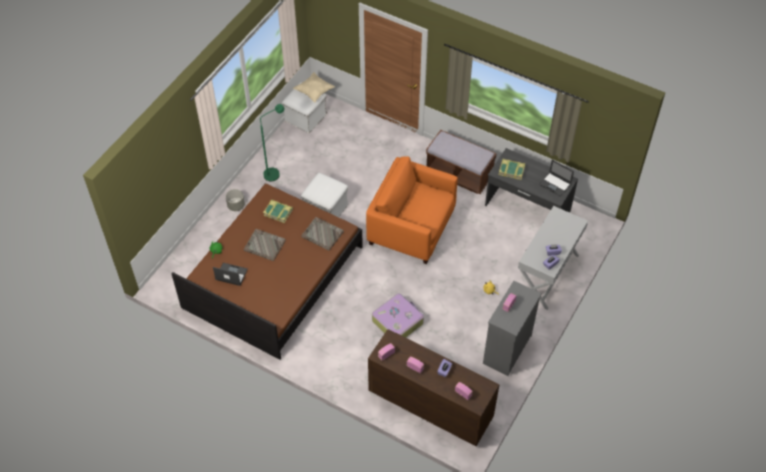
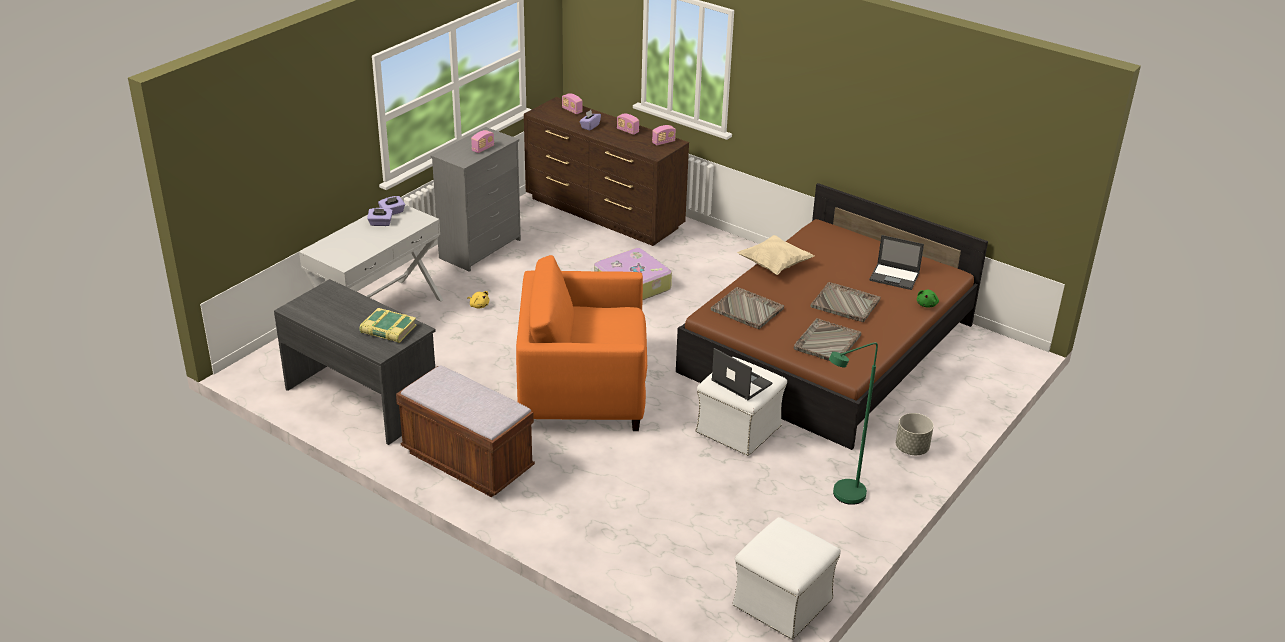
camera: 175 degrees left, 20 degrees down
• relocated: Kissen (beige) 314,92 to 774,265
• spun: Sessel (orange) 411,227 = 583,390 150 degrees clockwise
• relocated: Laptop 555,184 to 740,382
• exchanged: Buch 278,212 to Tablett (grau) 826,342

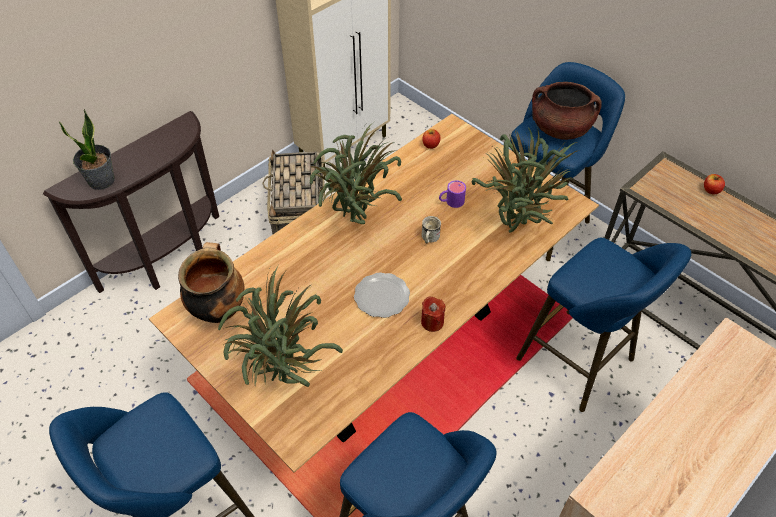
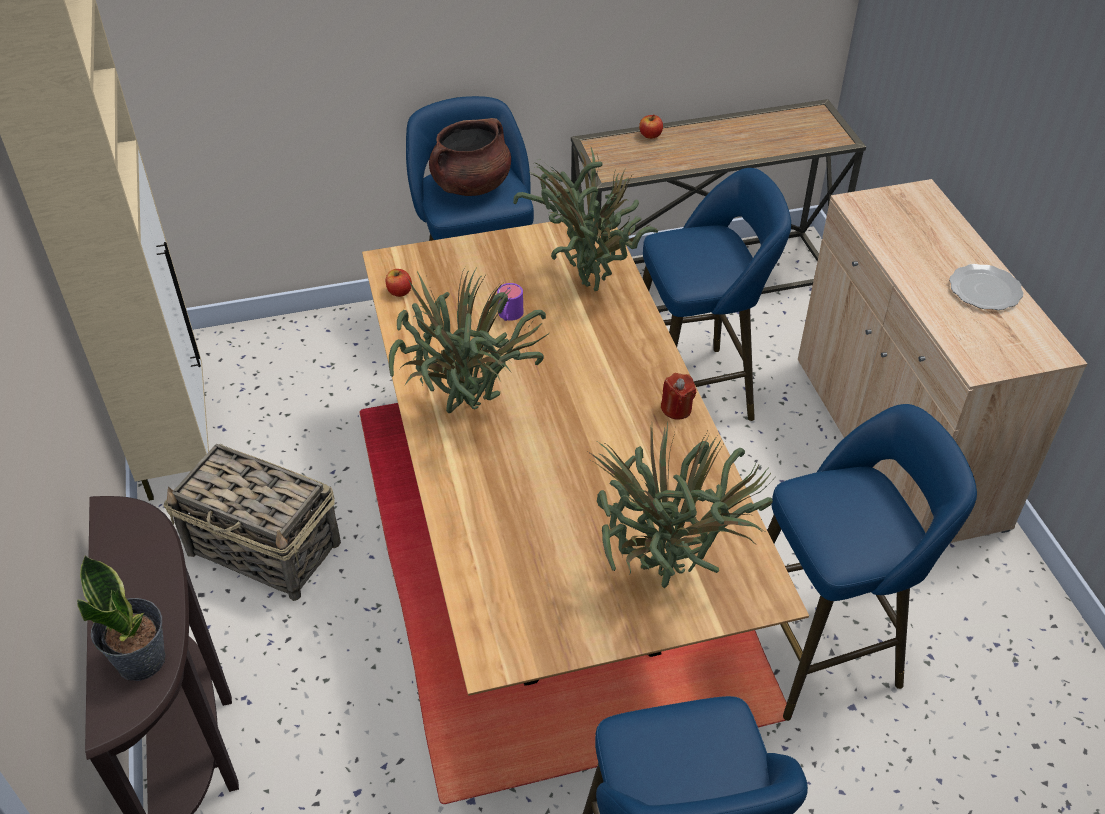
camera: 60 degrees left, 5 degrees down
• missing: Henkelbecher (weiß) 429,238
• missing: Kochtopf 218,308
• relocated: Teller 382,297 to 986,290

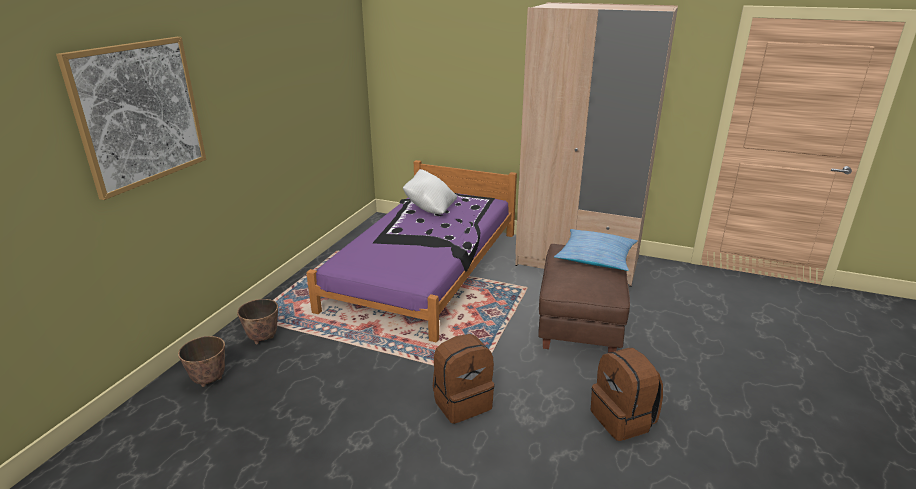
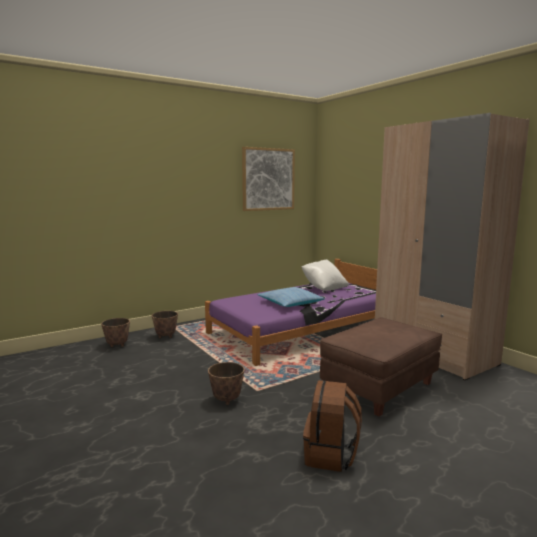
camera: 35 degrees right, 15 degrees down
• relocated: Bild 139,114 to 268,179
• relocated: Kissen 595,257 to 290,303
• exchanged: Rucksack (braun) 462,402 to Pflanzkübel 226,400

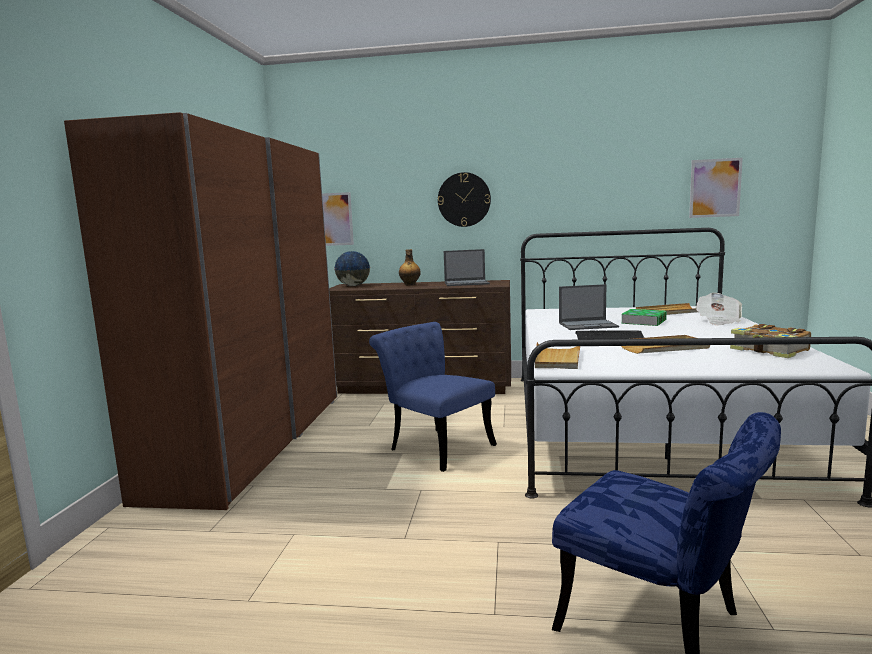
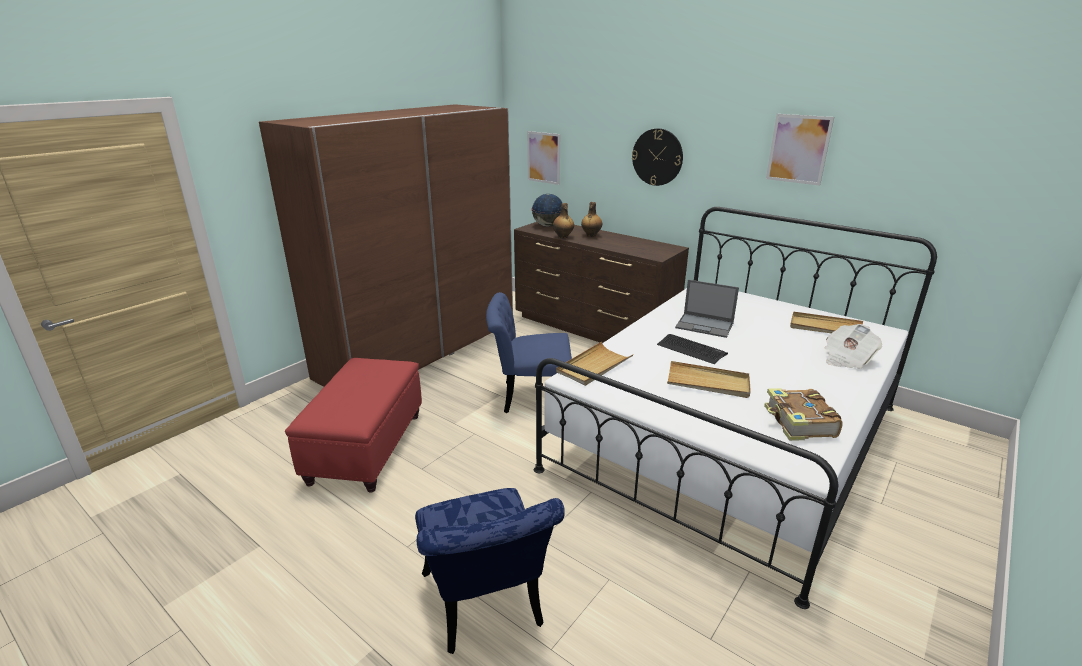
camera: 30 degrees right, 15 degrees up
• relocated: Bild 715,188 to 798,149
• missing: Laptop 467,283
• missing: Buch 643,321
• spun: Stuhl (blau) 435,446 = 529,397 75 degrees counterclockwise
• appeared: Flasche 563,237
• appeared: Polsterhocker (rot) 367,447

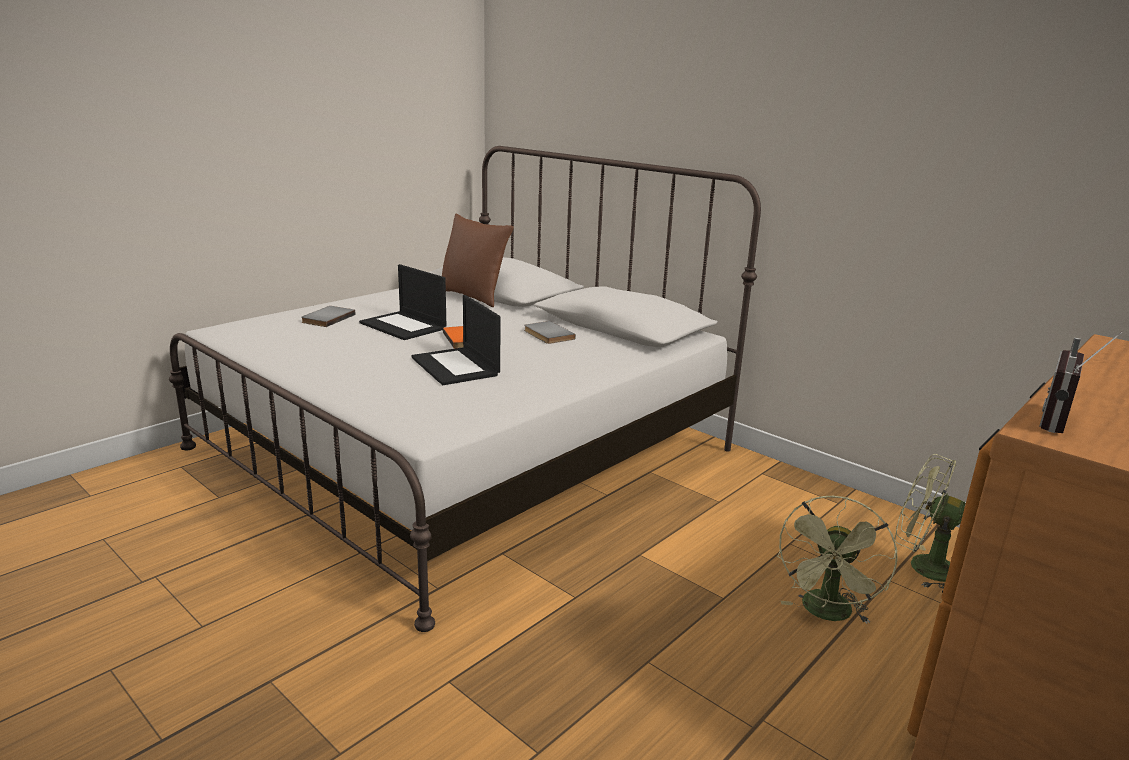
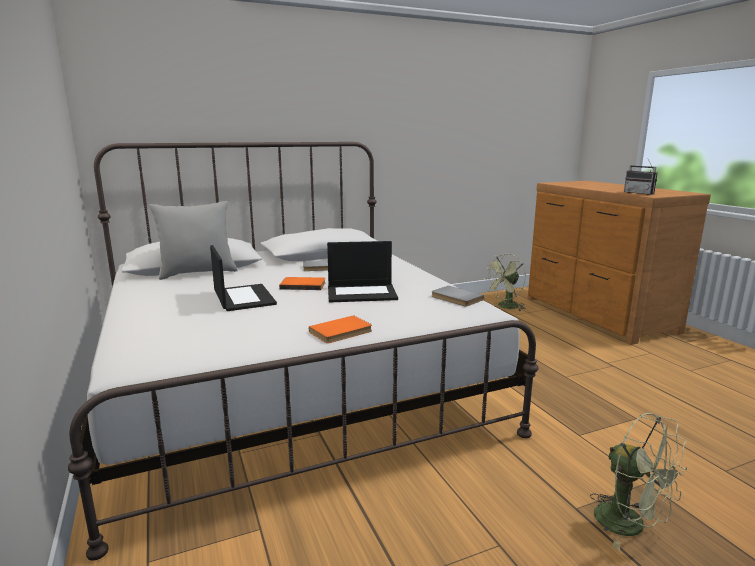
camera: 65 degrees left, 5 degrees down
• colour: Kissen (braun) 474,297 to Kissen (grau) 198,273
• spun: Laptop 404,326 = 243,297 90 degrees counterclockwise
• relocated: Buch (grau) 327,318 to 456,298
• relocated: Ventilator (grün) 826,614 to 630,525
• appeared: Buch (orange) 342,332

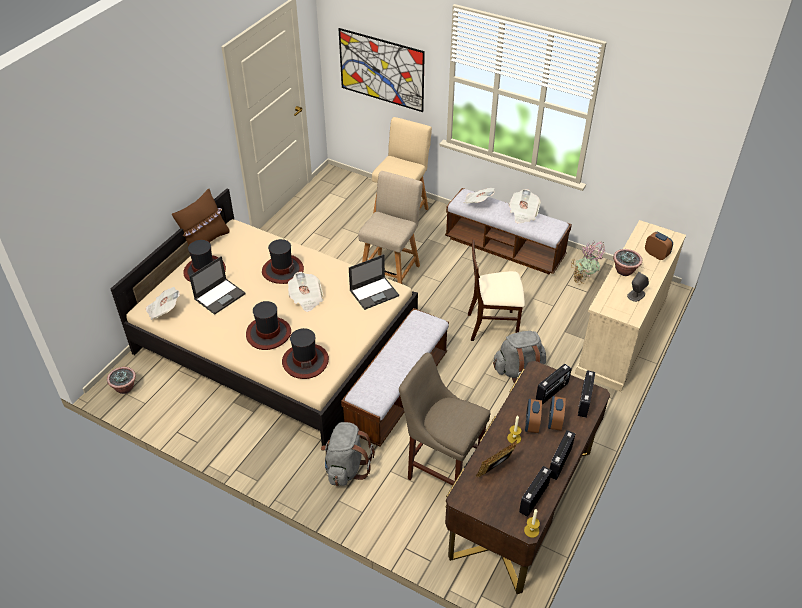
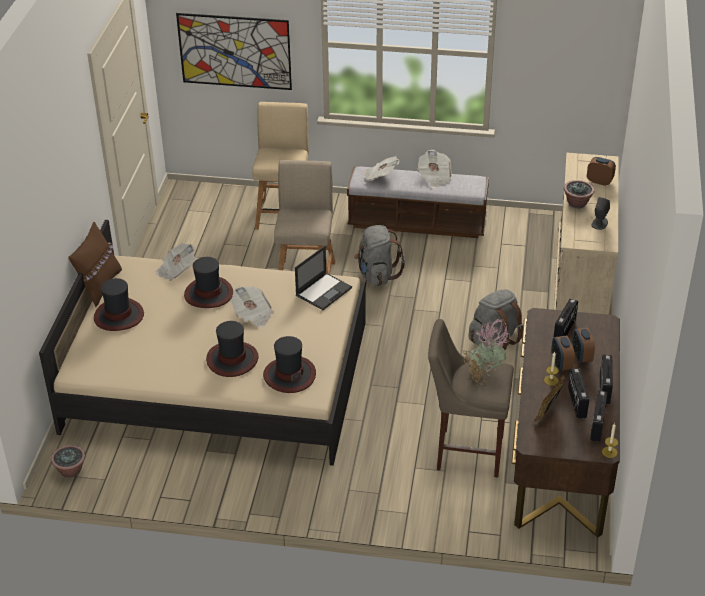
camera: 20 degrees left, 5 degrees down
• missing: Stuhl (beige) 493,326
• relocated: Topfpflanze 583,280 to 484,376
• missing: Laptop 220,296
• relocated: Zeitung 164,310 to 176,270
• missing: Bank 397,392
• relocated: Radio 584,401 to 576,403
• relocated: Rucksack (grau) 346,467 to 377,275

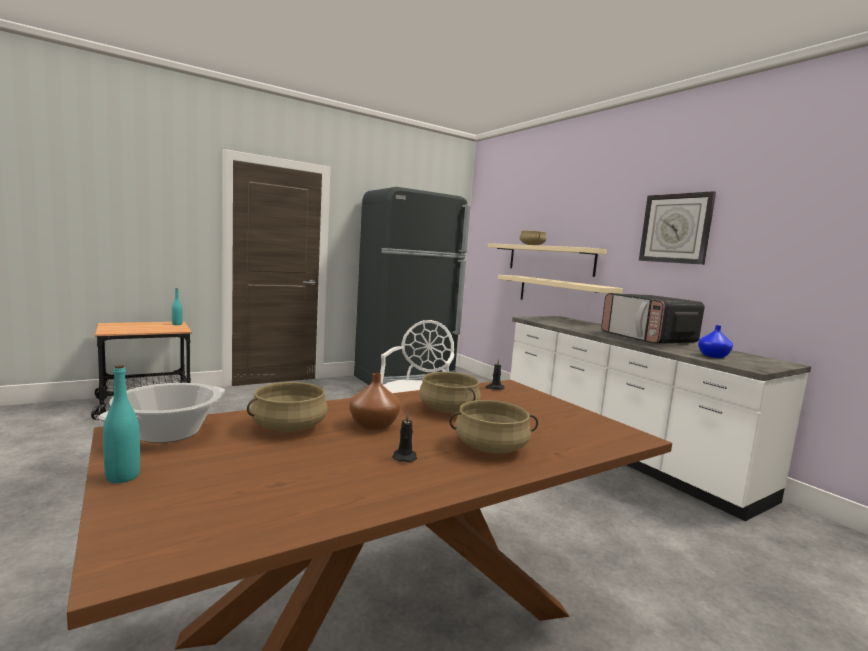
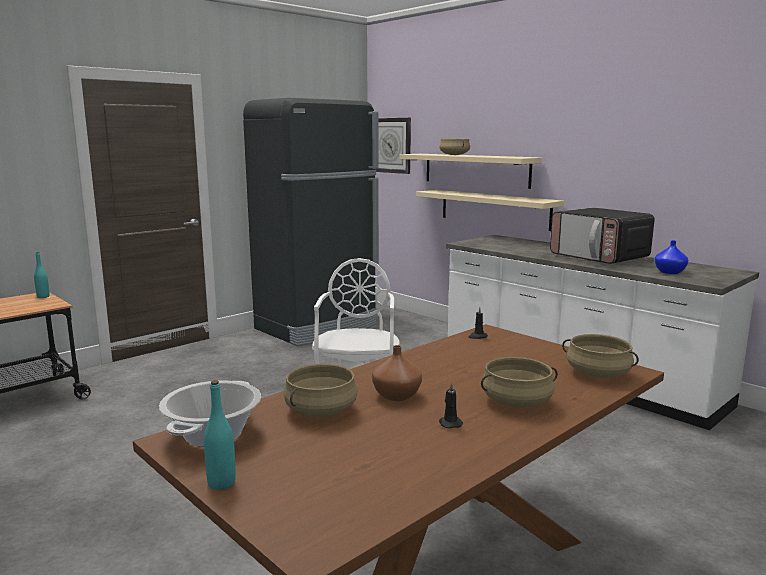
camera: 10 degrees left, 5 degrees up
• relocated: Wanduhr 675,228 to 391,145
• relocated: Kochtopf (beige) 448,409 to 597,374

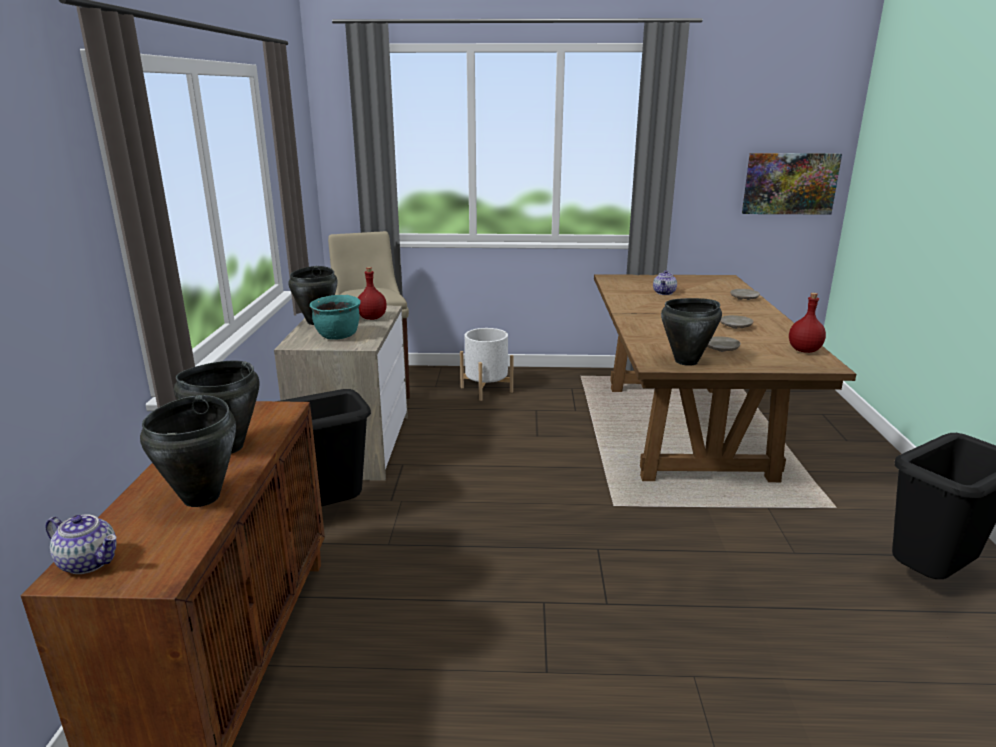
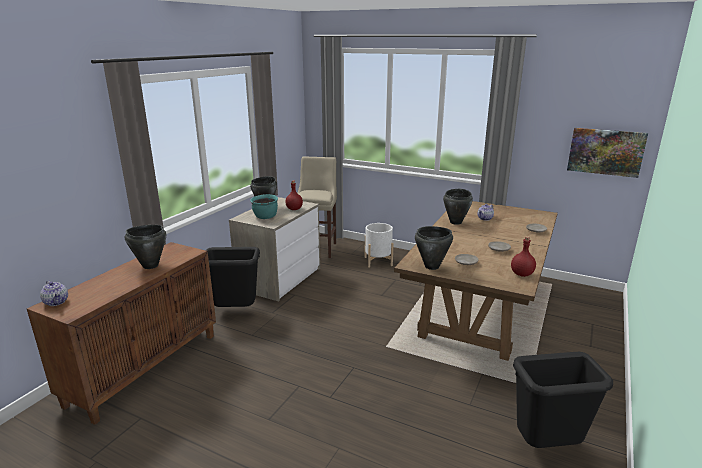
camera: 25 degrees right, 0 degrees up
• relocated: Kochtopf (schwarz) 202,497 to 456,222

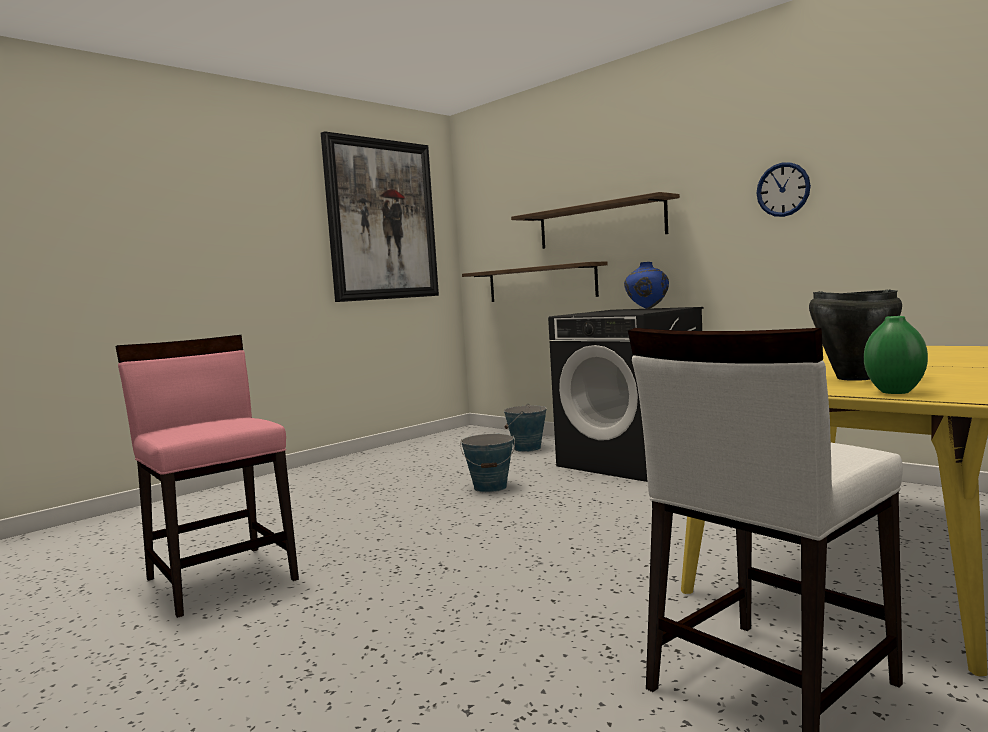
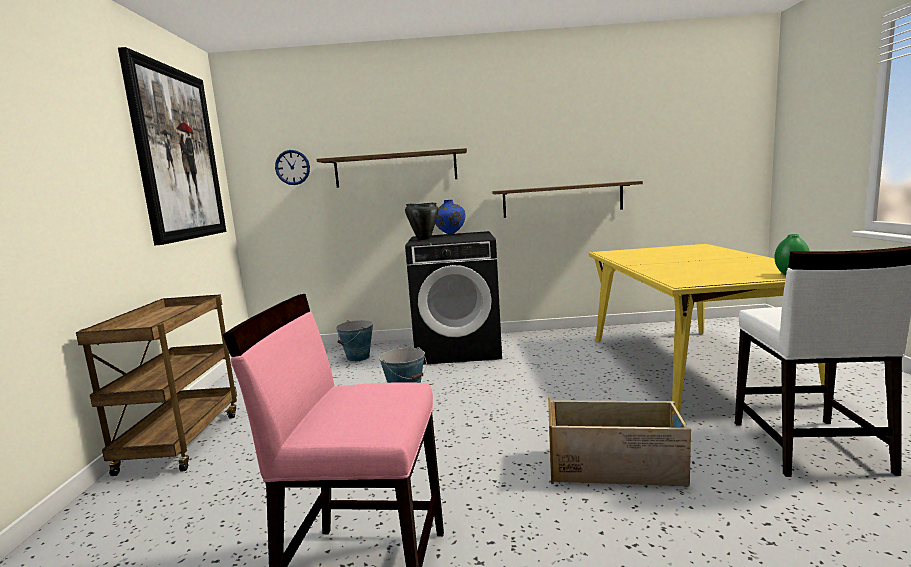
camera: 45 degrees left, 5 degrees up
• relocated: Wanduhr 783,189 to 292,167
• relocated: Wandregal 540,283 to 562,199
• relocated: Kochtopf (schwarz) 853,378 to 423,239
• appeared: Rollwagen (braun) 181,441
• appeared: Kiste 615,467

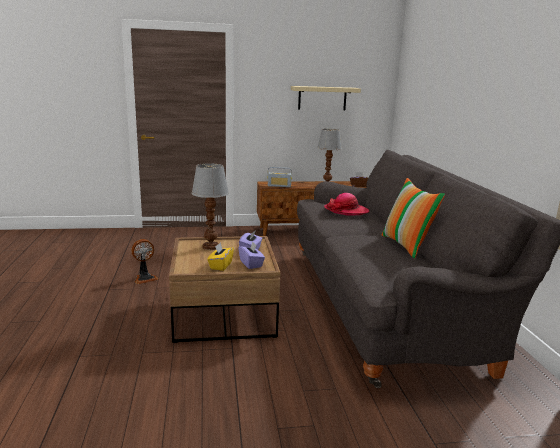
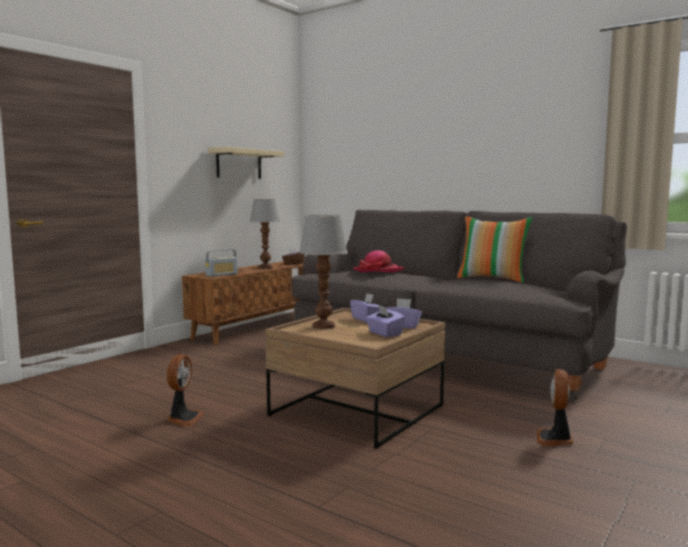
camera: 45 degrees left, 10 degrees down
• colour: Taschentuchbox (gelb) 220,265 to Taschentuchbox (lila) 384,333
• appeared: Ventilator 555,439

